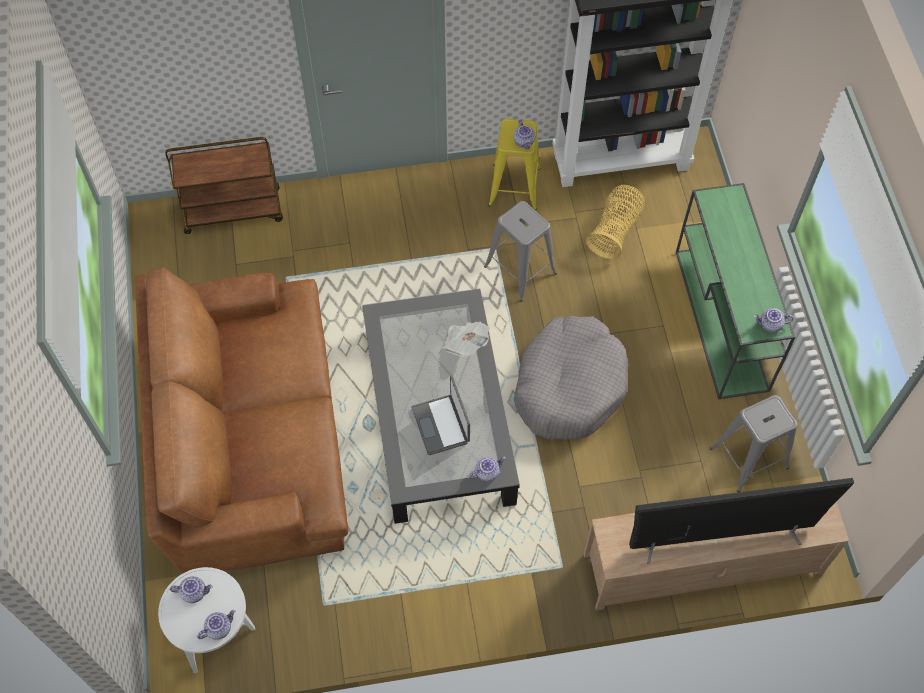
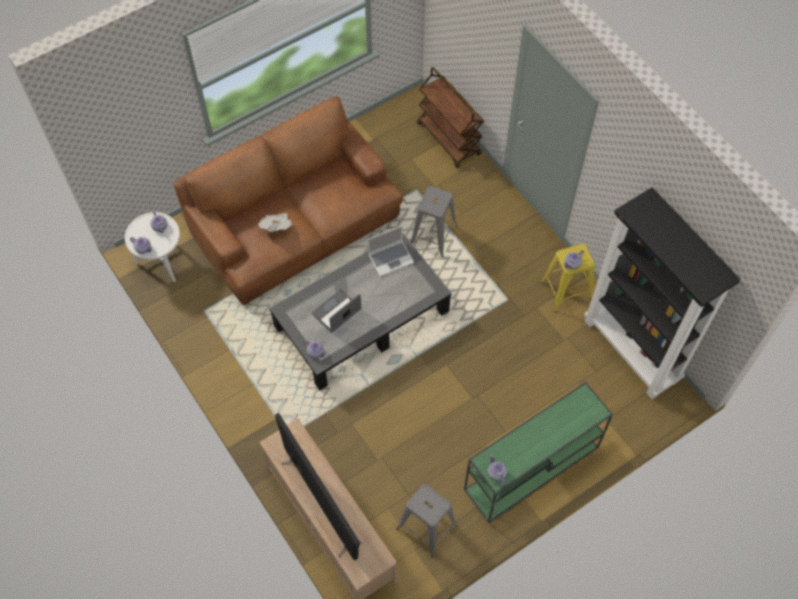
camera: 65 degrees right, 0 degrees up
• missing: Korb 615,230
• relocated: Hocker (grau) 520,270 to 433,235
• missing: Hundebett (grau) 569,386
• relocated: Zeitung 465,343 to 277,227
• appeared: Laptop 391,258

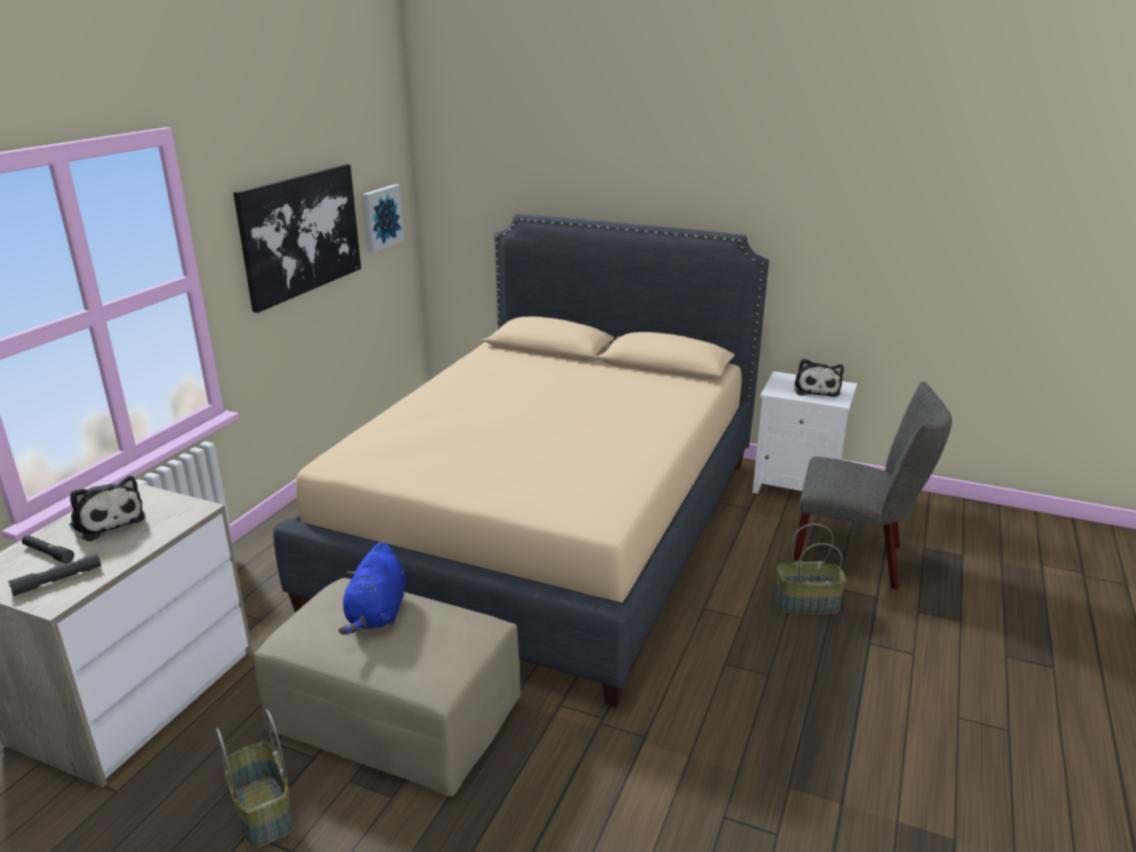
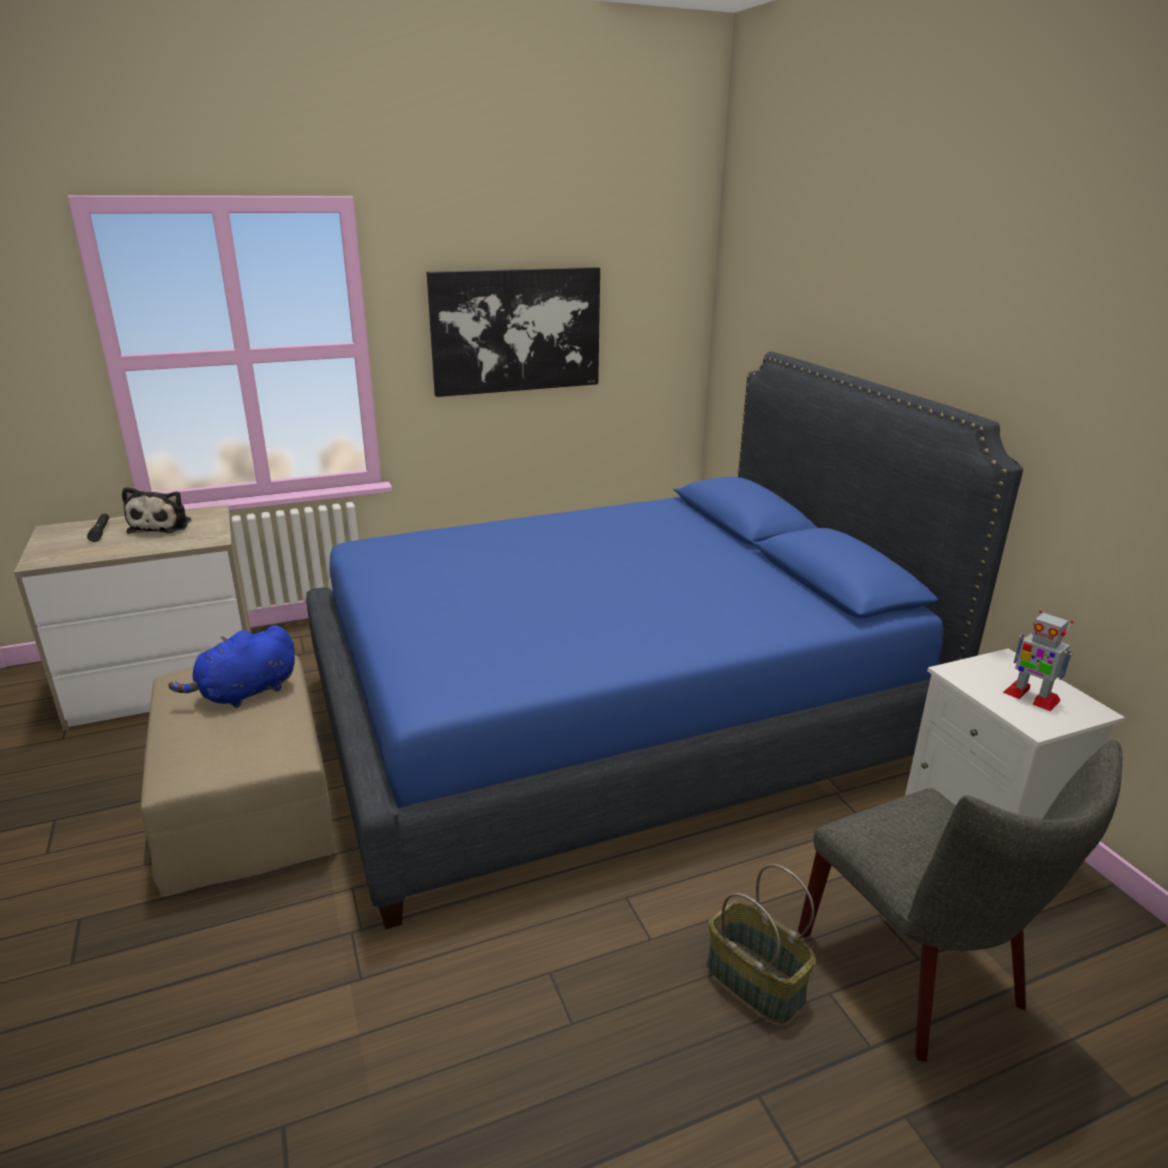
camera: 45 degrees right, 0 degrees up
• missing: Bild 381,217
• colour: Bett (beige) 550,528 to Bett (blau) 612,721
• exchanged: Plüschtier 816,389 to Spielzeugroboter 1030,696
• missing: Taschenlampe (grau) 57,580
• missing: Korb 265,811

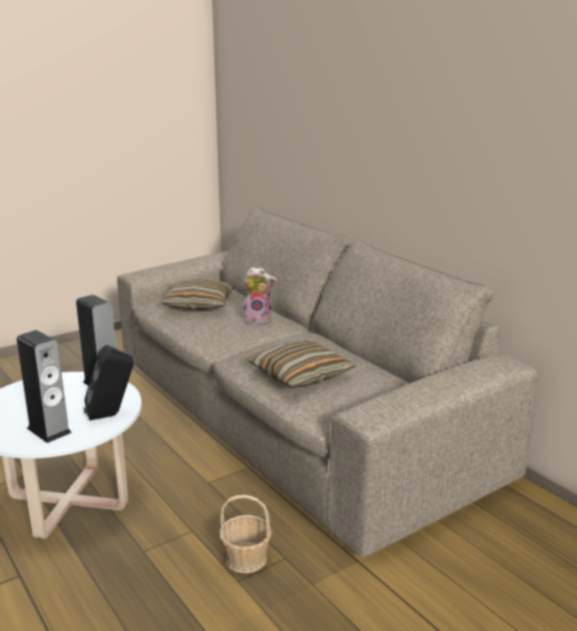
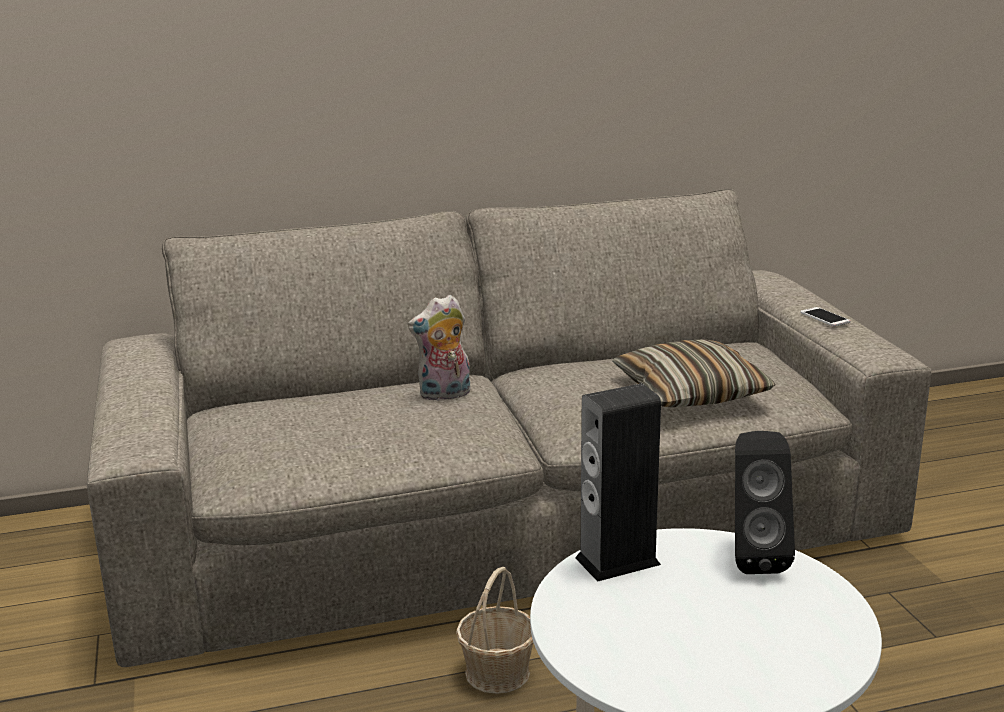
camera: 70 degrees left, 0 degrees up
• spun: Plüschtier 259,320 = 444,395 135 degrees counterclockwise
• missing: Kissen 199,304
• missing: Lautsprecher 49,430
• relocated: Korb 246,559 to 498,672
• appeared: Handy 825,317

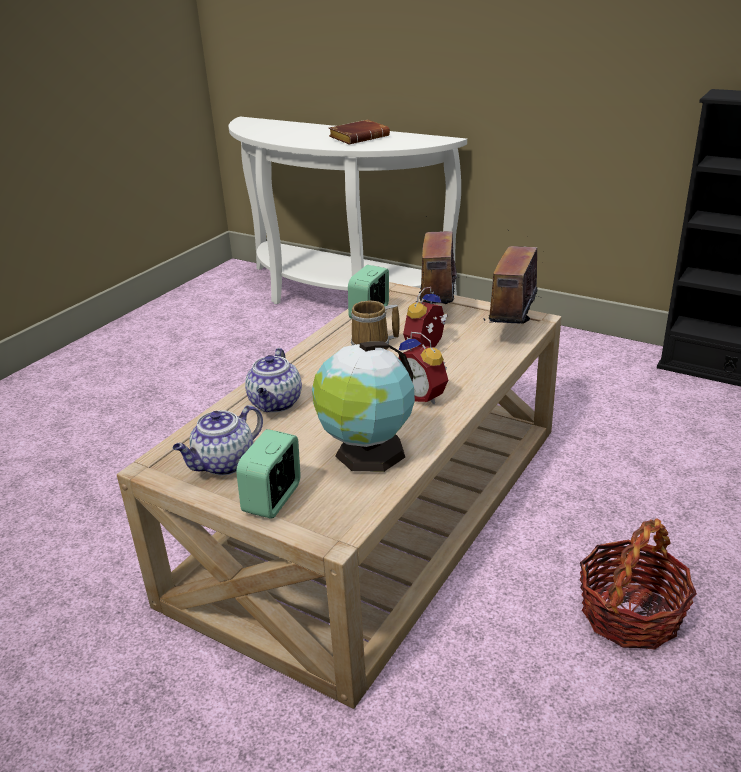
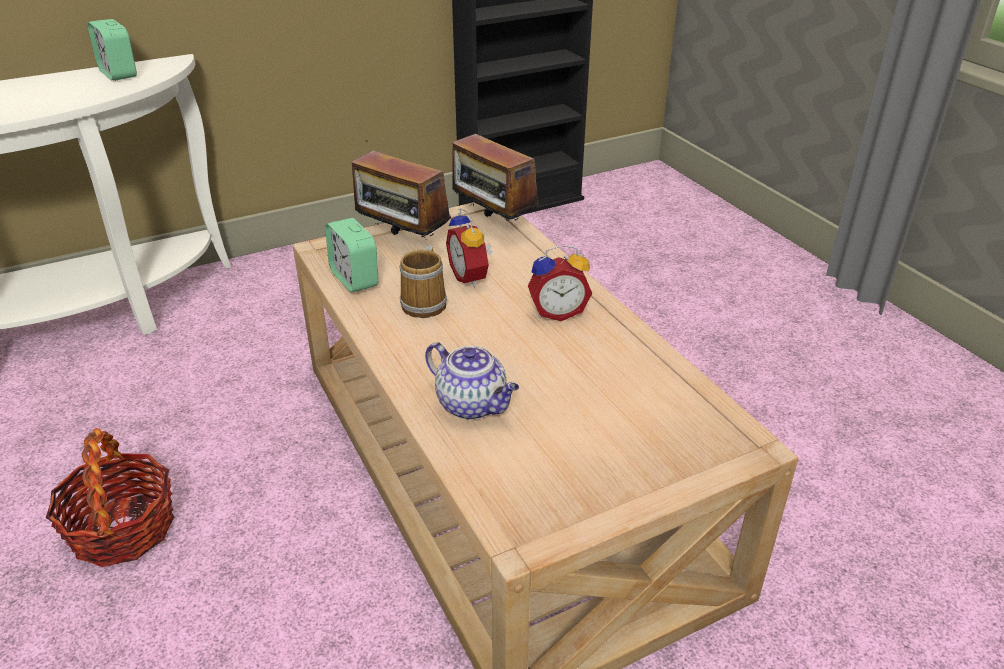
camera: 60 degrees left, 5 degrees up
• missing: Buch (braun) 359,137
• missing: Globus 367,453
• missing: Teekanne 223,464
• relocated: Wecker 273,499 to 118,74
• relocated: Korb 630,615 to 123,529

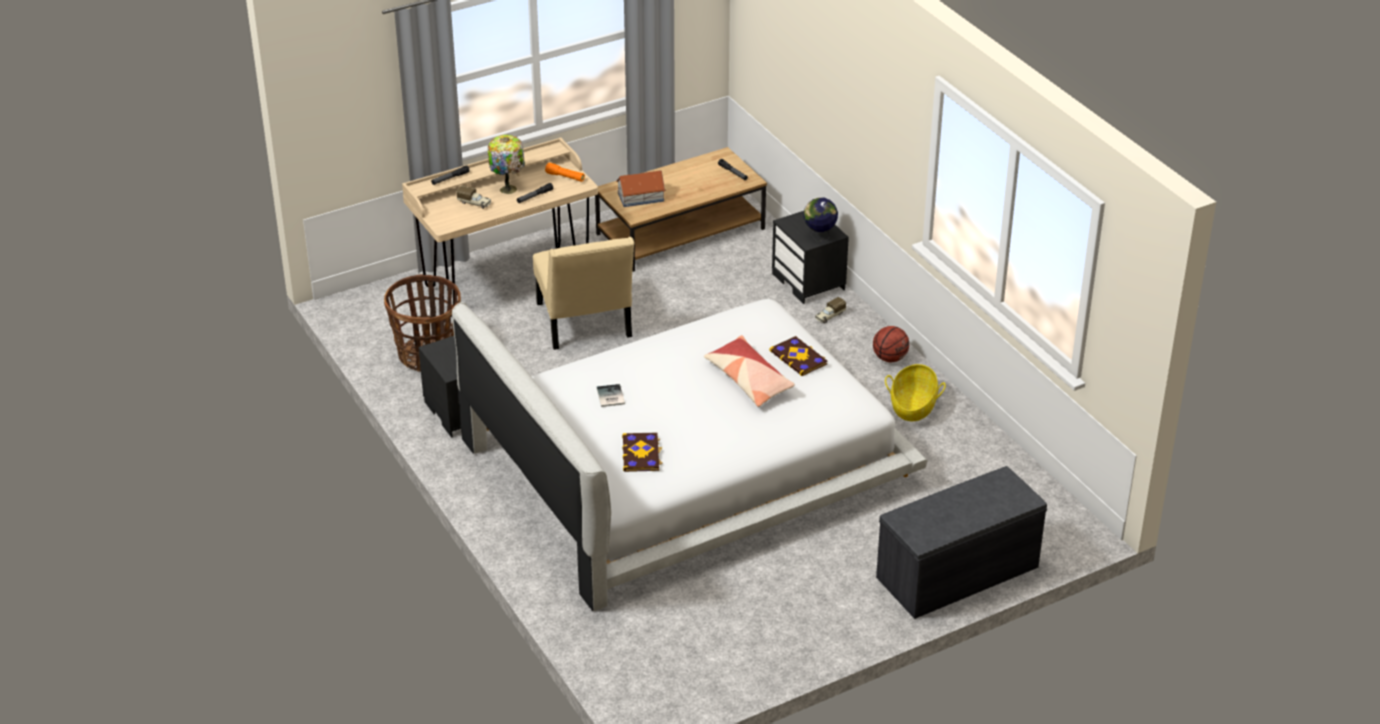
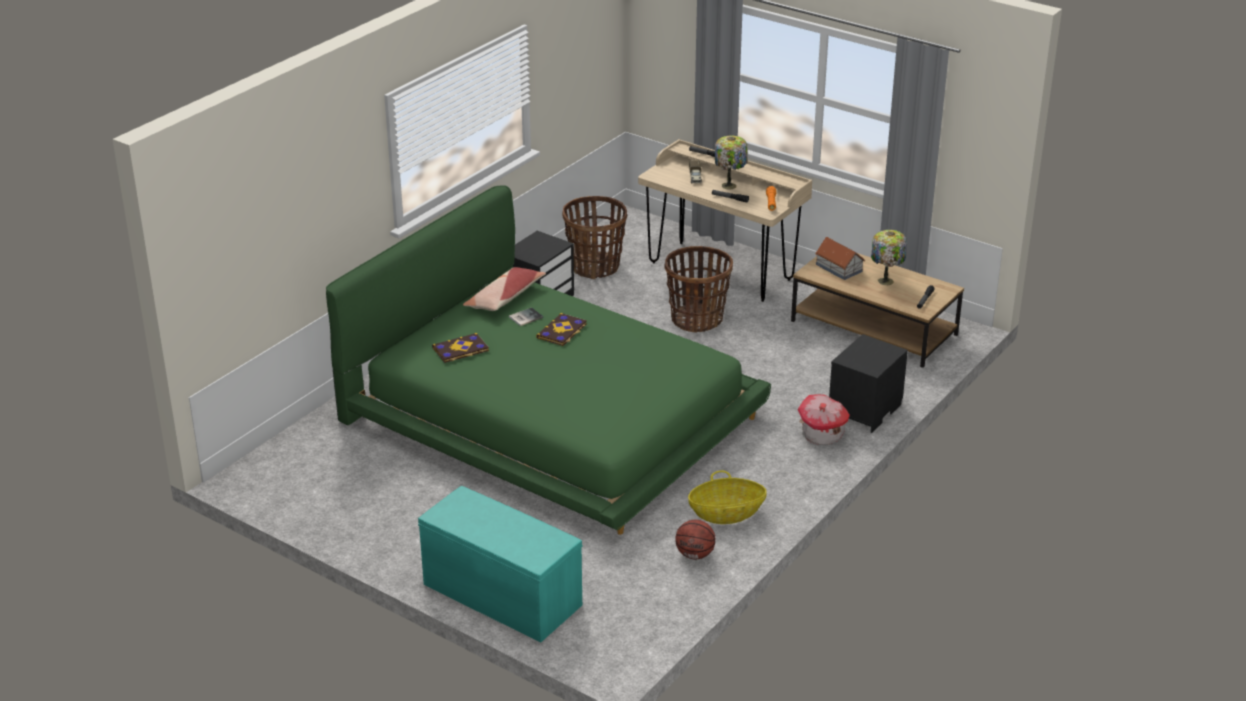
camera: 65 degrees right, 5 degrees down
• missing: Globus 819,237
• exchanged: Stuhl (beige) 584,324 to Korb 697,320
• exchanged: Spielzeuglaster 829,316 to Spielzeughaus 822,434
• colour: Bett (weiß) 686,463 to Bett (grün) 551,415
• relocated: Basketball 890,358 to 695,554
• relocated: Kissen 749,380 to 504,298
• relocated: Buch 799,357 to 562,331
• colour: Bank (grau) 957,573 to Bank (türkis) 500,595
• appeared: Tischlampe 886,280

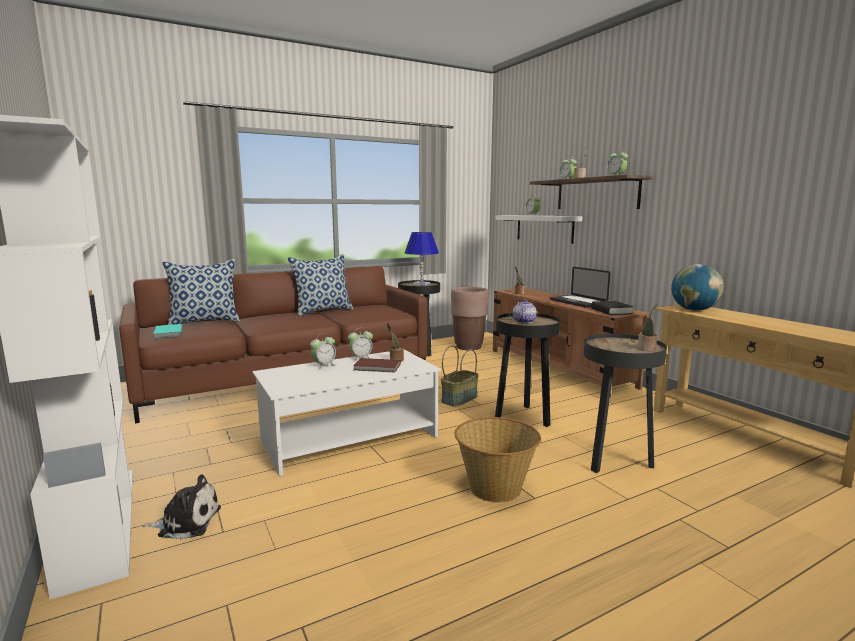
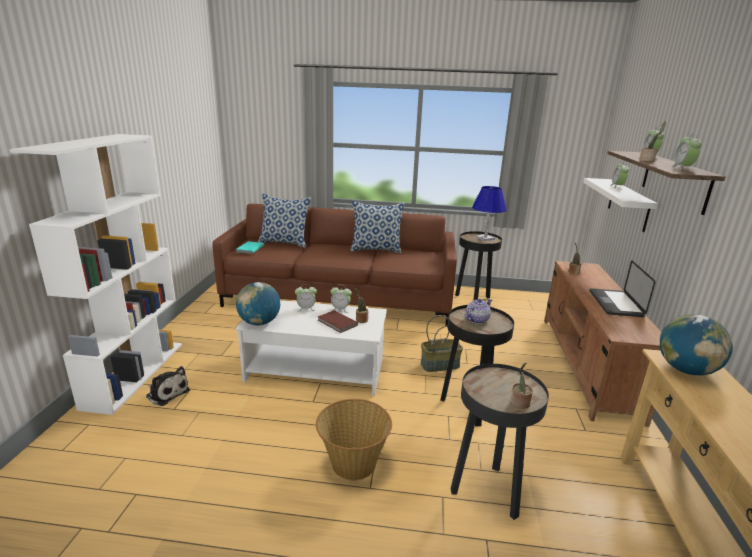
camera: 35 degrees right, 10 degrees up
• missing: Pflanzkübel (braun) 468,347
• missing: Buch (schwarz) 611,311
• appeared: Globus 259,322

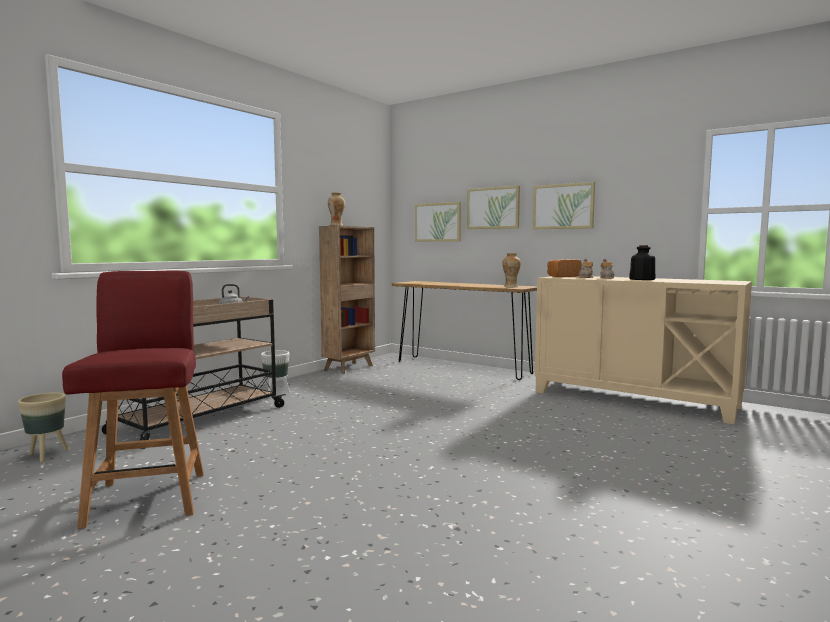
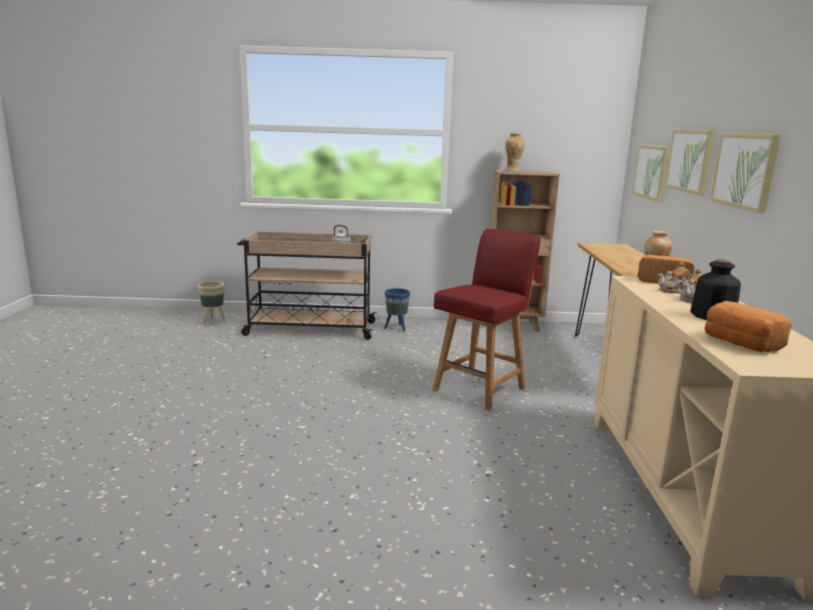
camera: 55 degrees right, 10 degrees up
• relocated: Stuhl (rot) 148,496 to 480,388
• colour: Pflanzkübel (weiß) 276,394 to Pflanzkübel (blau) 396,328
• appeared: Brot 739,344

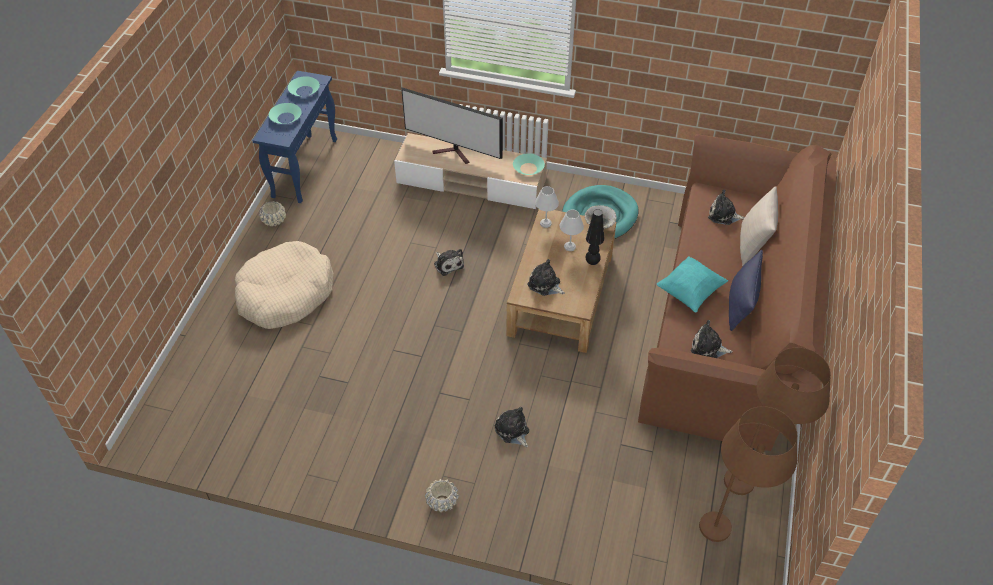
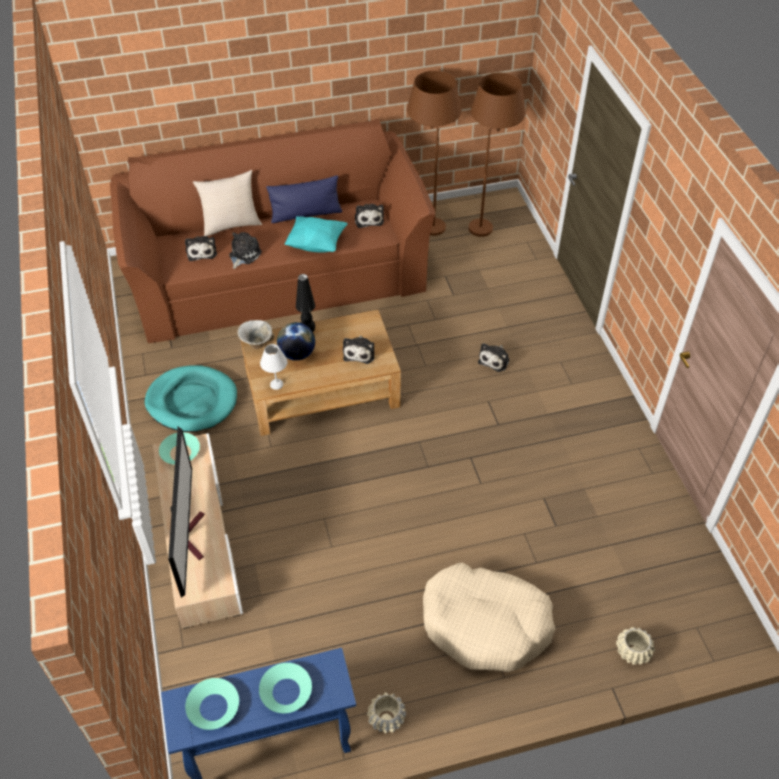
camera: 120 degrees left, 0 degrees up
• exchanged: Tischlampe (weiß) 570,246 to Globus 297,354
• relocated: Plüschtier 448,264 to 243,255
• relocated: Pflanzkübel (beige) 442,501 to 633,652

